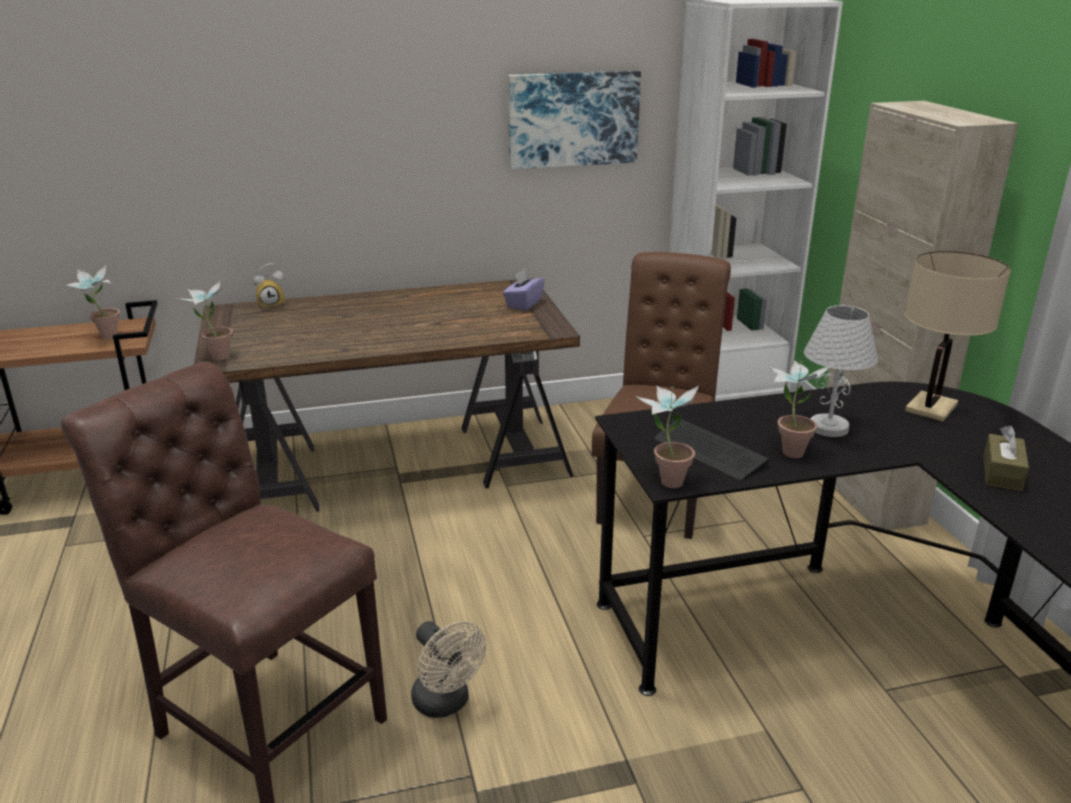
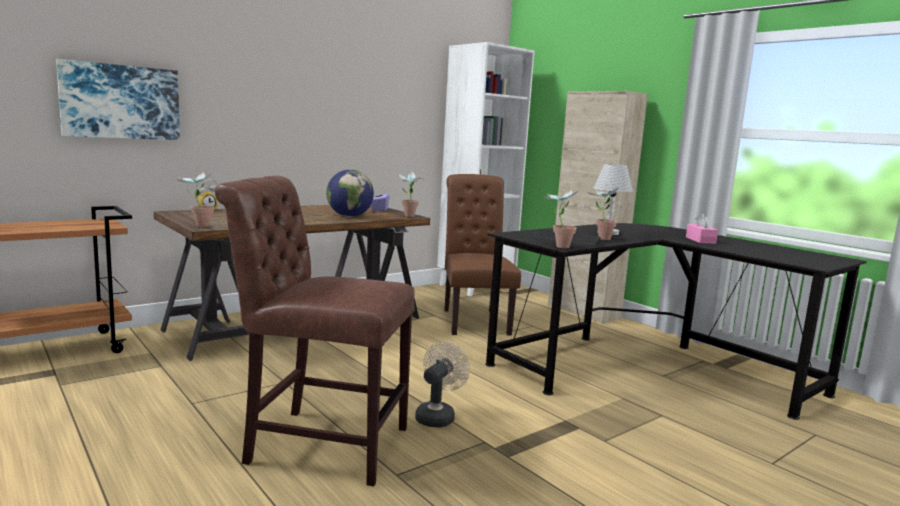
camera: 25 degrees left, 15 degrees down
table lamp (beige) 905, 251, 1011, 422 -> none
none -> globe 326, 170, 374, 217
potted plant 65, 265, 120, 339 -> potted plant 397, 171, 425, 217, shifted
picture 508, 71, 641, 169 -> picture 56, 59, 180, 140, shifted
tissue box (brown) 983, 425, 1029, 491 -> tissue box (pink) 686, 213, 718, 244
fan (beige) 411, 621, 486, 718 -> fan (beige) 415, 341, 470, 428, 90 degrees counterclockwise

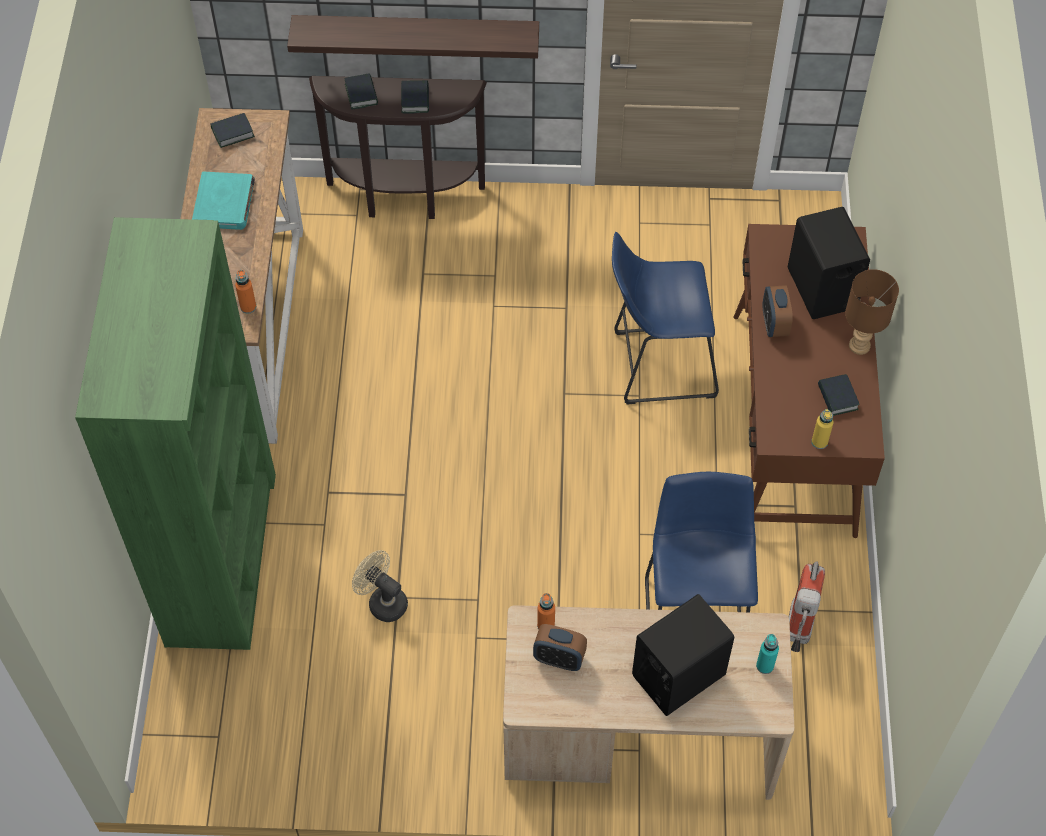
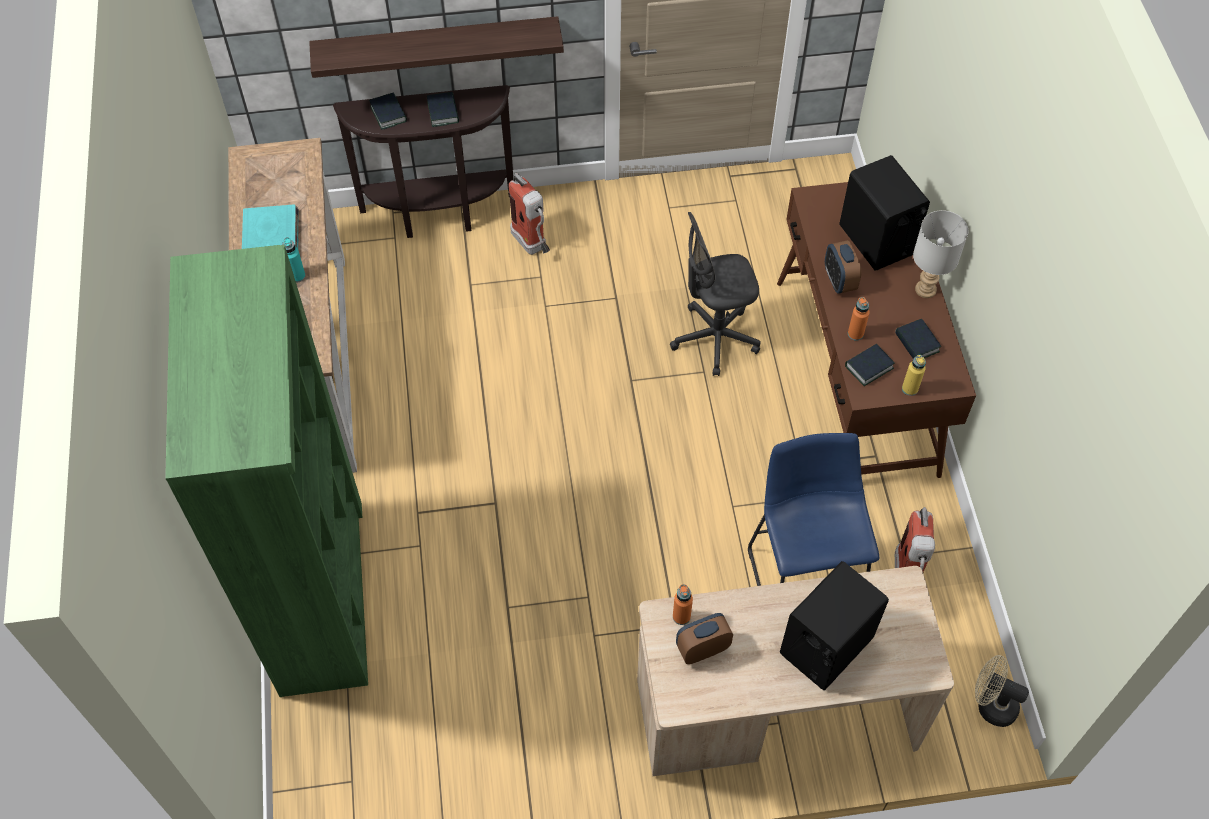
camera: 10 degrees left, 0 degrees up
none -> fire extinguisher 509, 173, 550, 255
book 210, 113, 255, 148 -> book 845, 344, 894, 386, shifted
bottle (orange) 235, 270, 256, 314 -> bottle (orange) 848, 297, 870, 341, shifted
fan (beige) 352, 550, 408, 622 -> fan (beige) 975, 655, 1029, 727, shifted
bottle (turquoise) 756, 634, 779, 674 -> bottle (turquoise) 282, 237, 305, 283, shifted
stool (blue) 612, 232, 719, 405 -> office chair (grey) 670, 212, 761, 376
table lamp (brown) 845, 269, 899, 355 -> table lamp (grey) 913, 210, 968, 298
alarm clock 533, 624, 587, 671 -> alarm clock 676, 613, 733, 664, 150 degrees clockwise

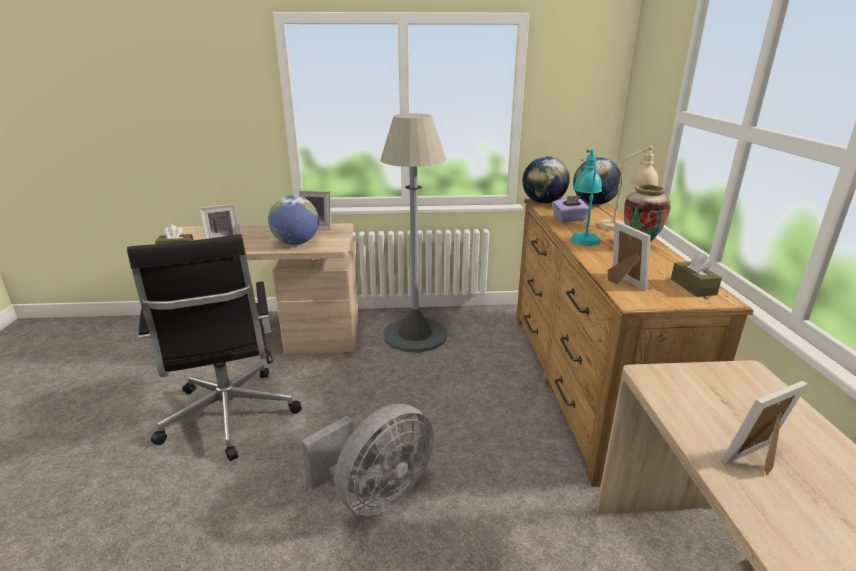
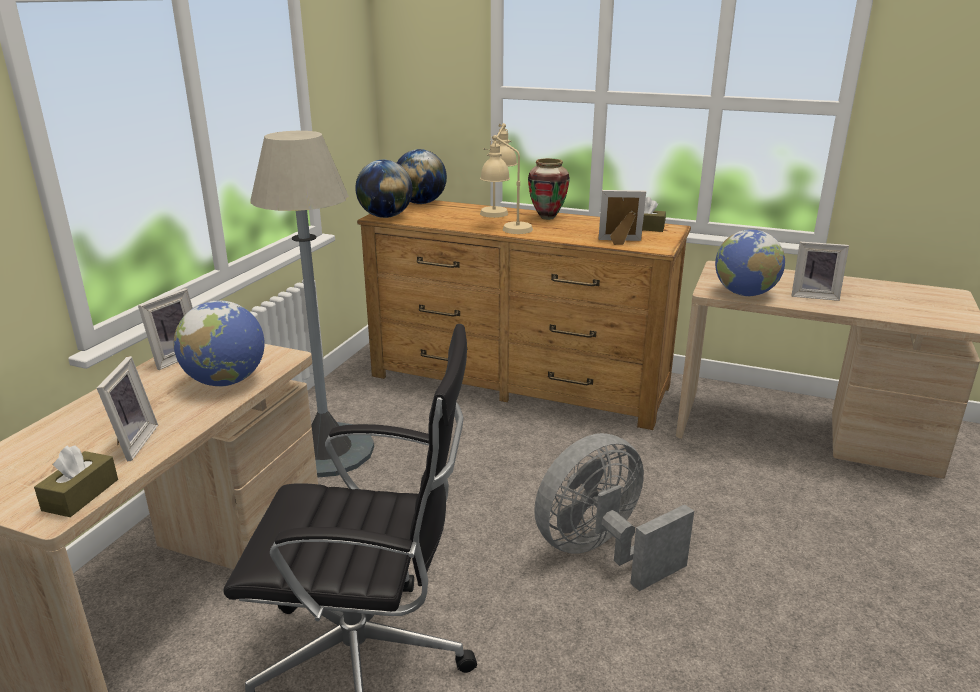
camera: 65 degrees left, 0 degrees up
tissue box (purple) 553, 196, 589, 222 -> none
none -> globe 715, 230, 785, 296
table lamp (turquoise) 571, 149, 602, 246 -> table lamp (beige) 480, 135, 533, 234
fan (grey) 301, 404, 433, 516 -> fan (grey) 534, 433, 694, 591, 105 degrees counterclockwise
picture frame 722, 381, 808, 475 -> picture frame 791, 242, 849, 301, 75 degrees counterclockwise

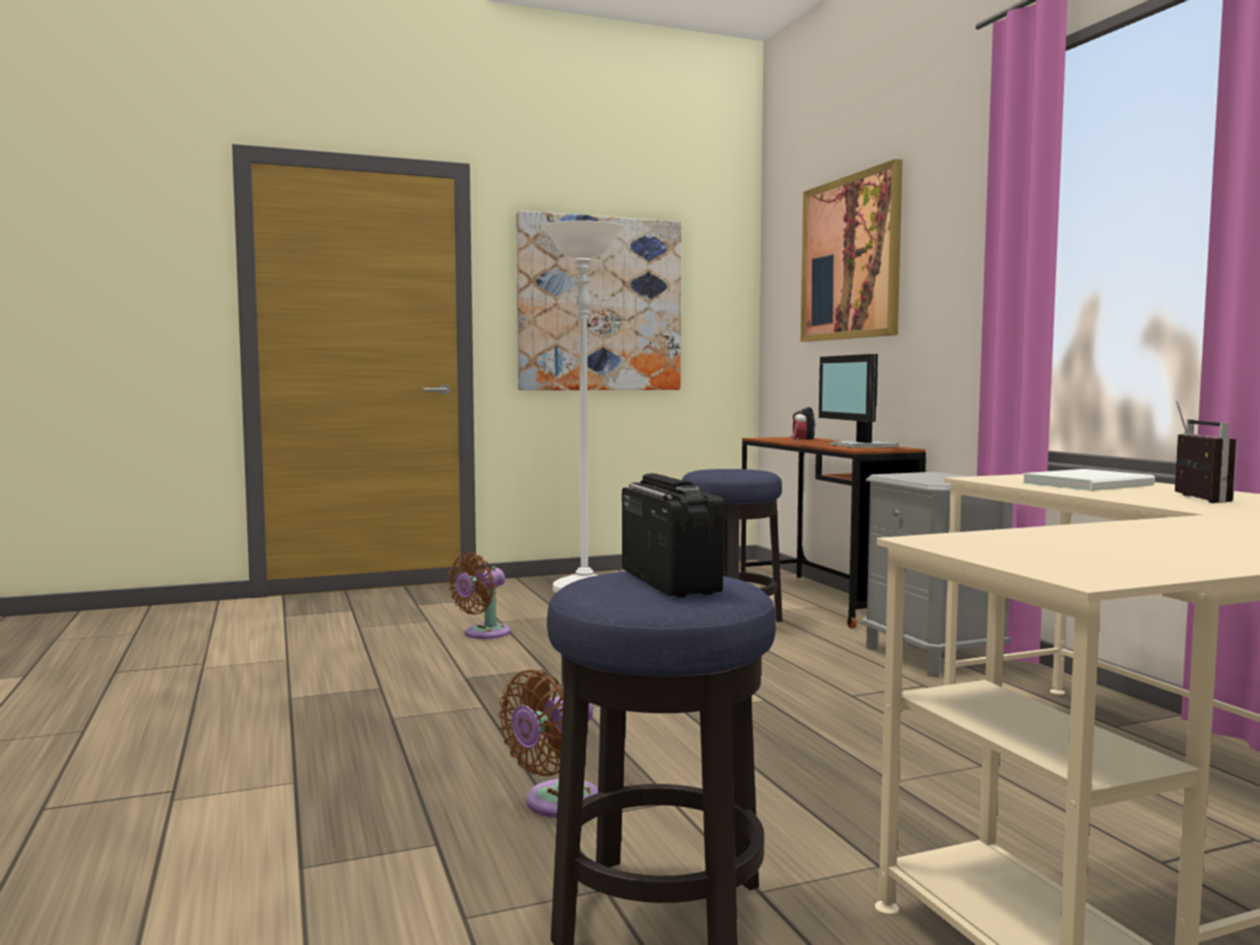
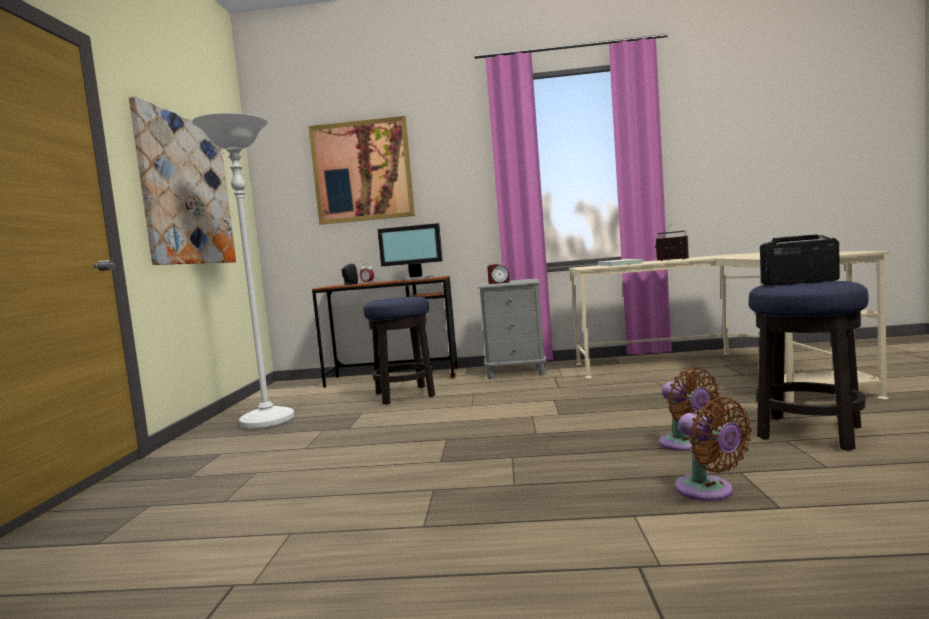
camera: 65 degrees left, 0 degrees up
none -> alarm clock 487, 264, 510, 284
fan (brown) 448, 552, 511, 639 -> fan (brown) 675, 397, 752, 501, shifted

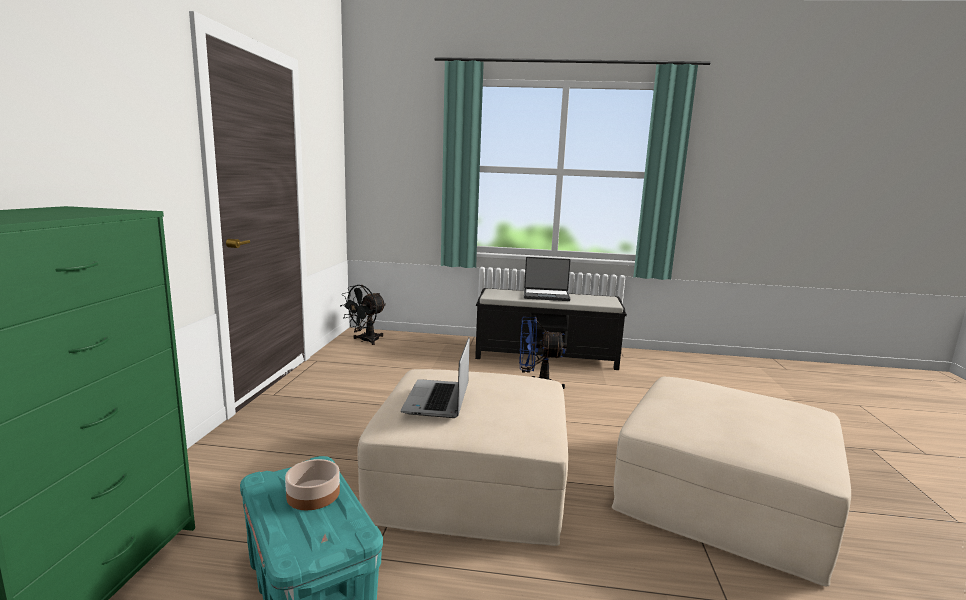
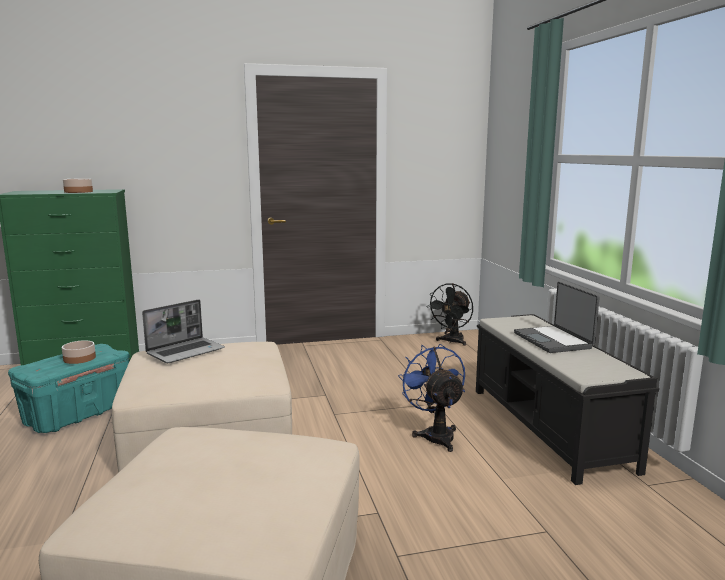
camera: 70 degrees right, 0 degrees up
none -> bowl 63, 178, 93, 193
fan (black) 340, 285, 386, 345 -> fan (black) 426, 283, 473, 346, 75 degrees counterclockwise
laptop 401, 337, 470, 418 -> laptop 142, 299, 225, 363, 150 degrees clockwise

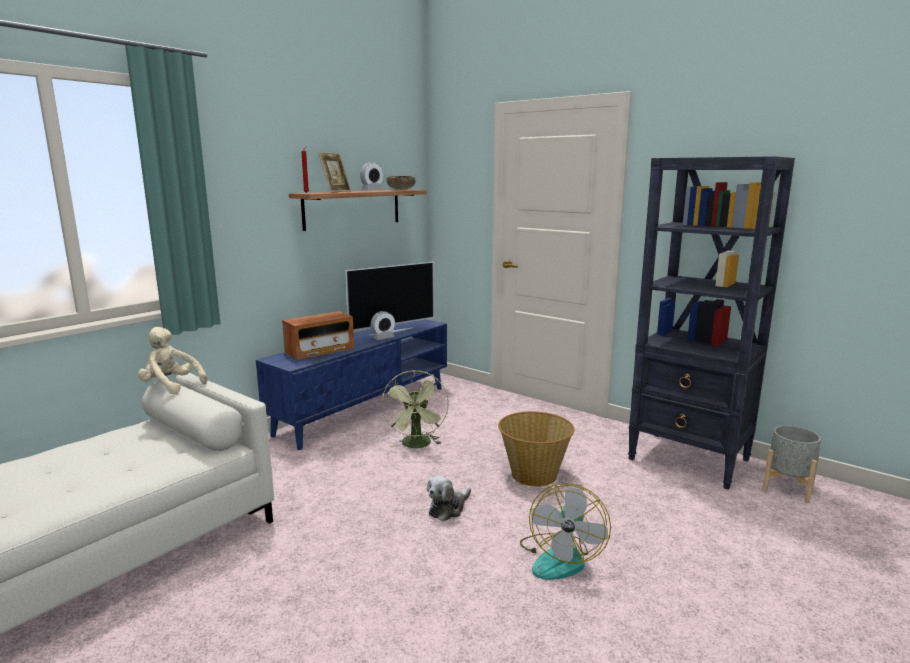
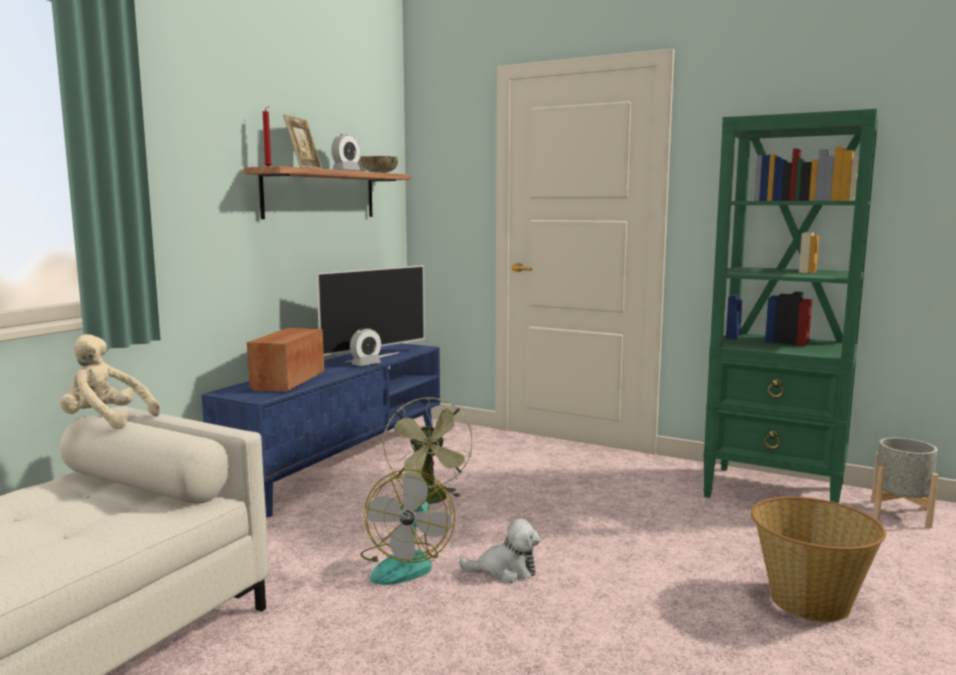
camera: 10 degrees left, 5 degrees down
basket 498, 411, 575, 487 -> basket 751, 497, 886, 622, shifted
fan 520, 483, 611, 580 -> fan 360, 469, 455, 585, shifted
bookcase (black) 628, 156, 795, 490 -> bookcase (green) 703, 109, 878, 503
radio 282, 311, 354, 360 -> radio 247, 328, 324, 392, 150 degrees clockwise
plush toy 427, 476, 471, 521 -> plush toy 459, 518, 541, 583, 120 degrees counterclockwise

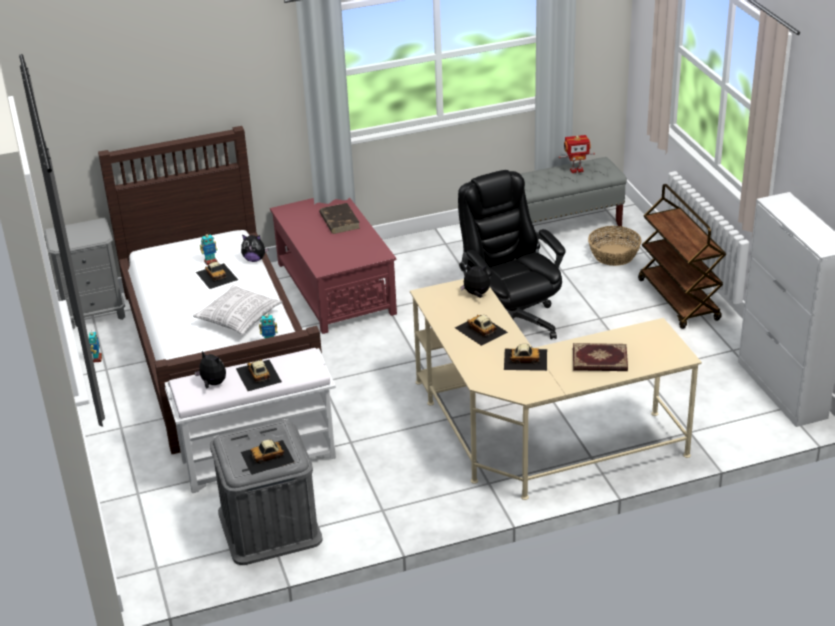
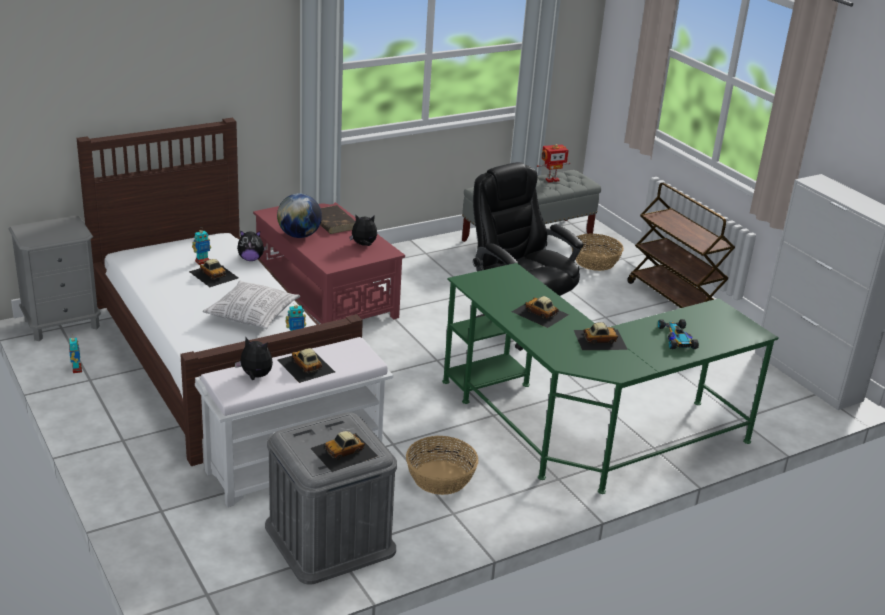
camera: 15 degrees left, 5 degrees down
none -> globe 277, 193, 322, 238
none -> basket 406, 436, 478, 495
plush toy 460, 265, 490, 298 -> plush toy 350, 215, 377, 246, shifted
book 573, 343, 628, 371 -> toy car 658, 319, 699, 349
desk (beige) 410, 279, 702, 500 -> desk (green) 442, 263, 779, 494

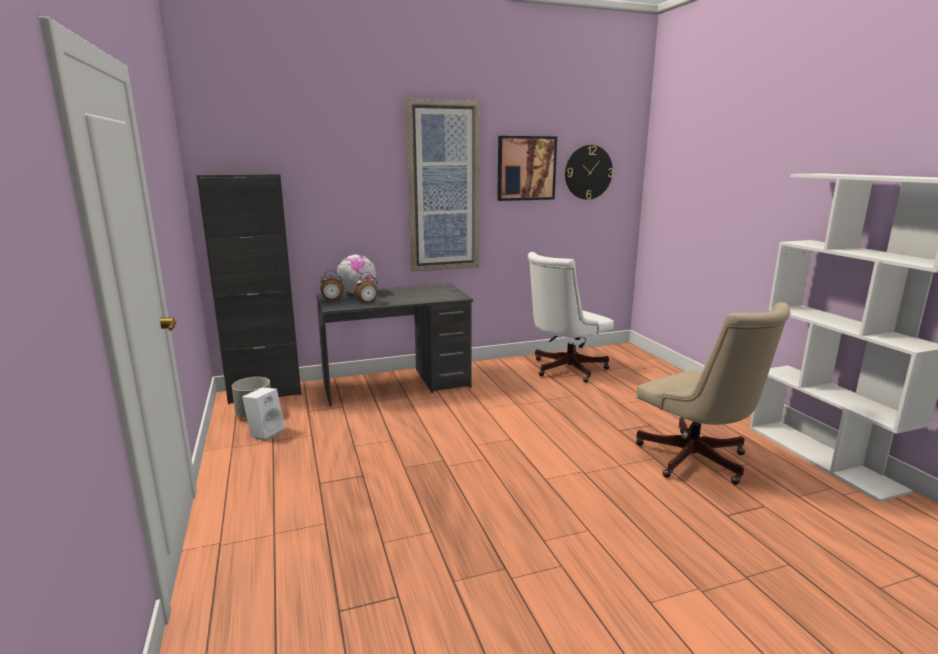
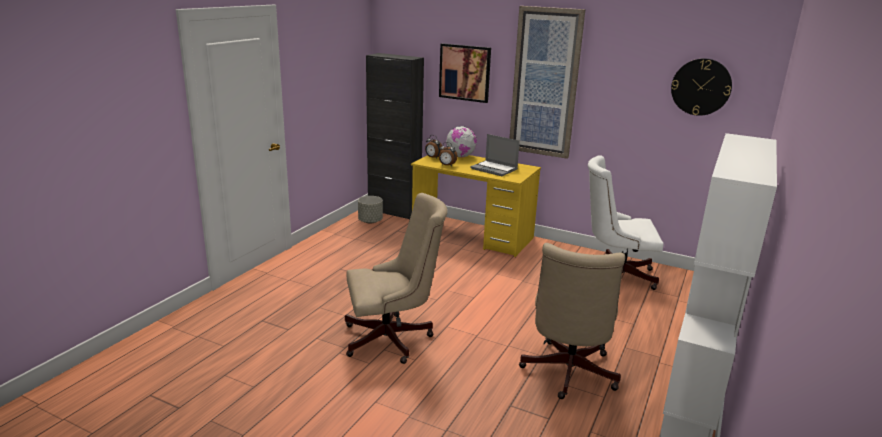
camera: 45 degrees right, 5 degrees up
speaker (white) 242, 387, 285, 441 -> none
none -> office chair (beige) 345, 193, 447, 364
none -> laptop 470, 134, 520, 176
picture 497, 136, 557, 201 -> picture 439, 43, 491, 103, shifted
desk (grey) 316, 284, 473, 407 -> desk (yellow) 411, 155, 541, 257

